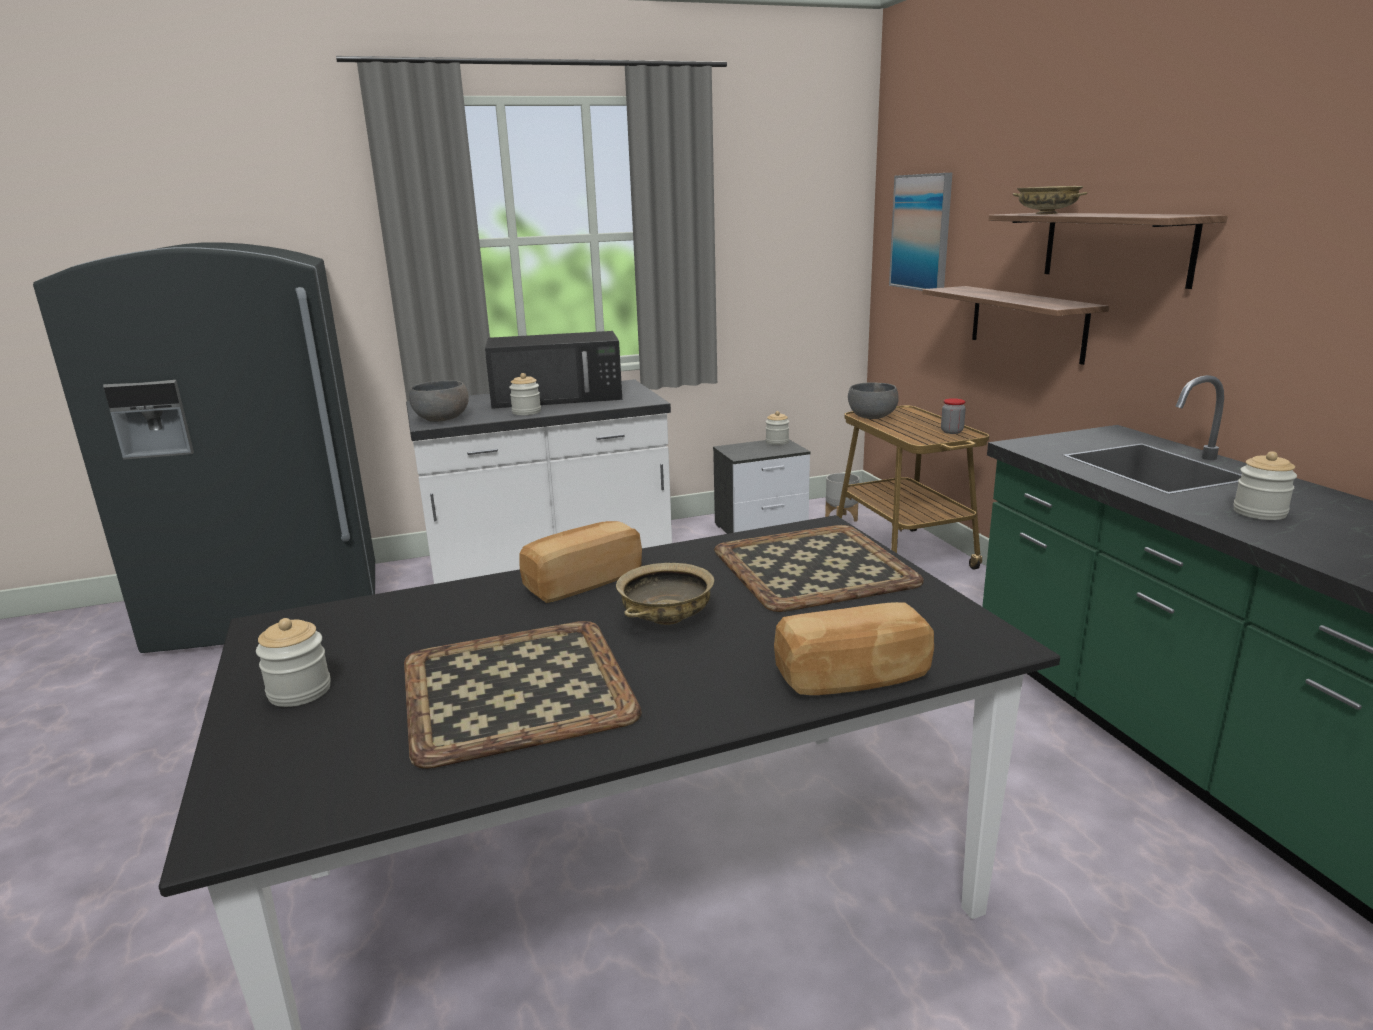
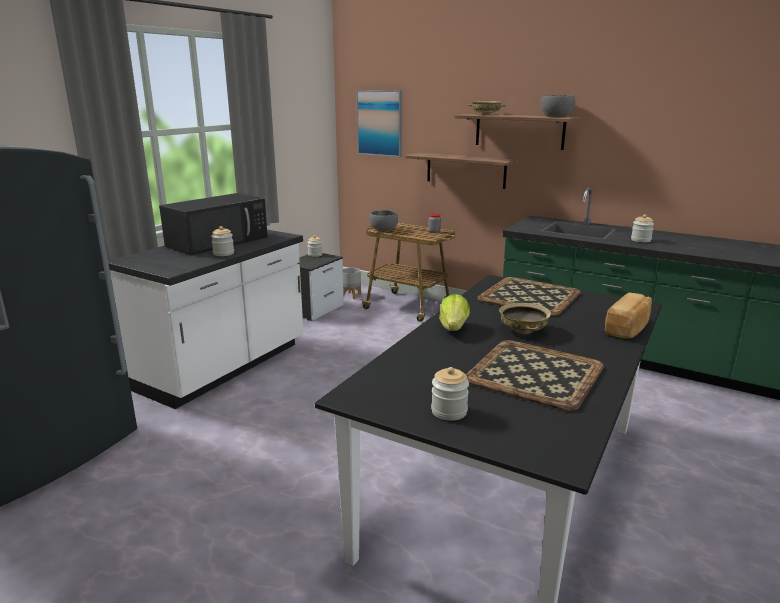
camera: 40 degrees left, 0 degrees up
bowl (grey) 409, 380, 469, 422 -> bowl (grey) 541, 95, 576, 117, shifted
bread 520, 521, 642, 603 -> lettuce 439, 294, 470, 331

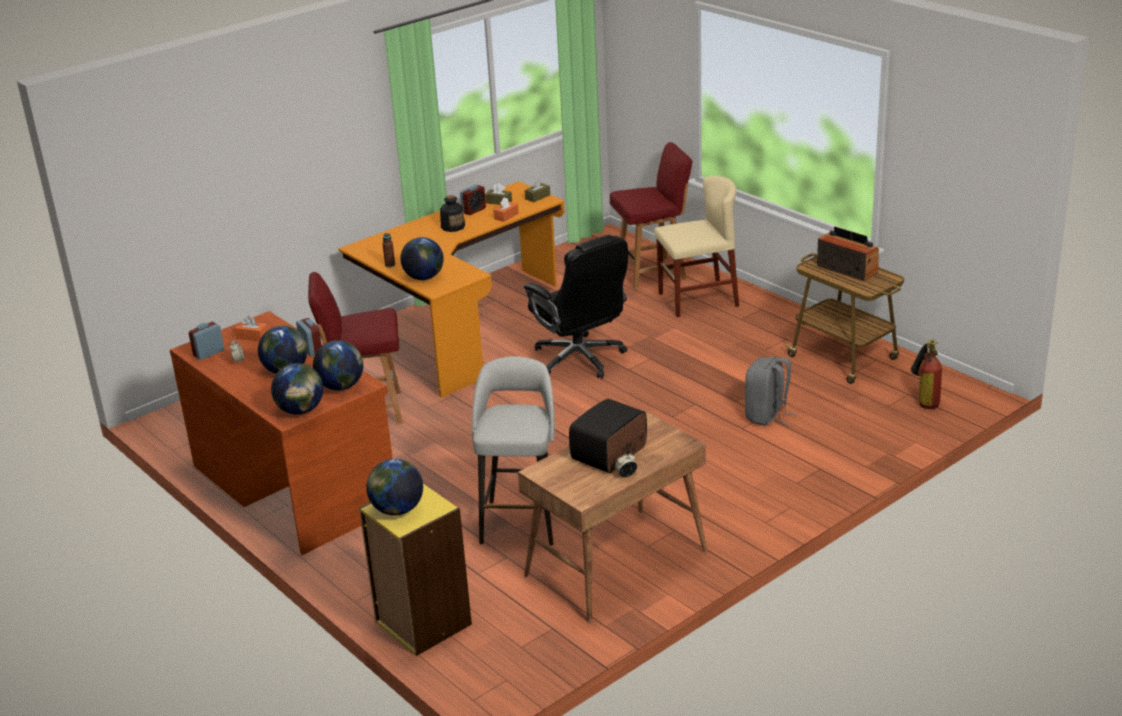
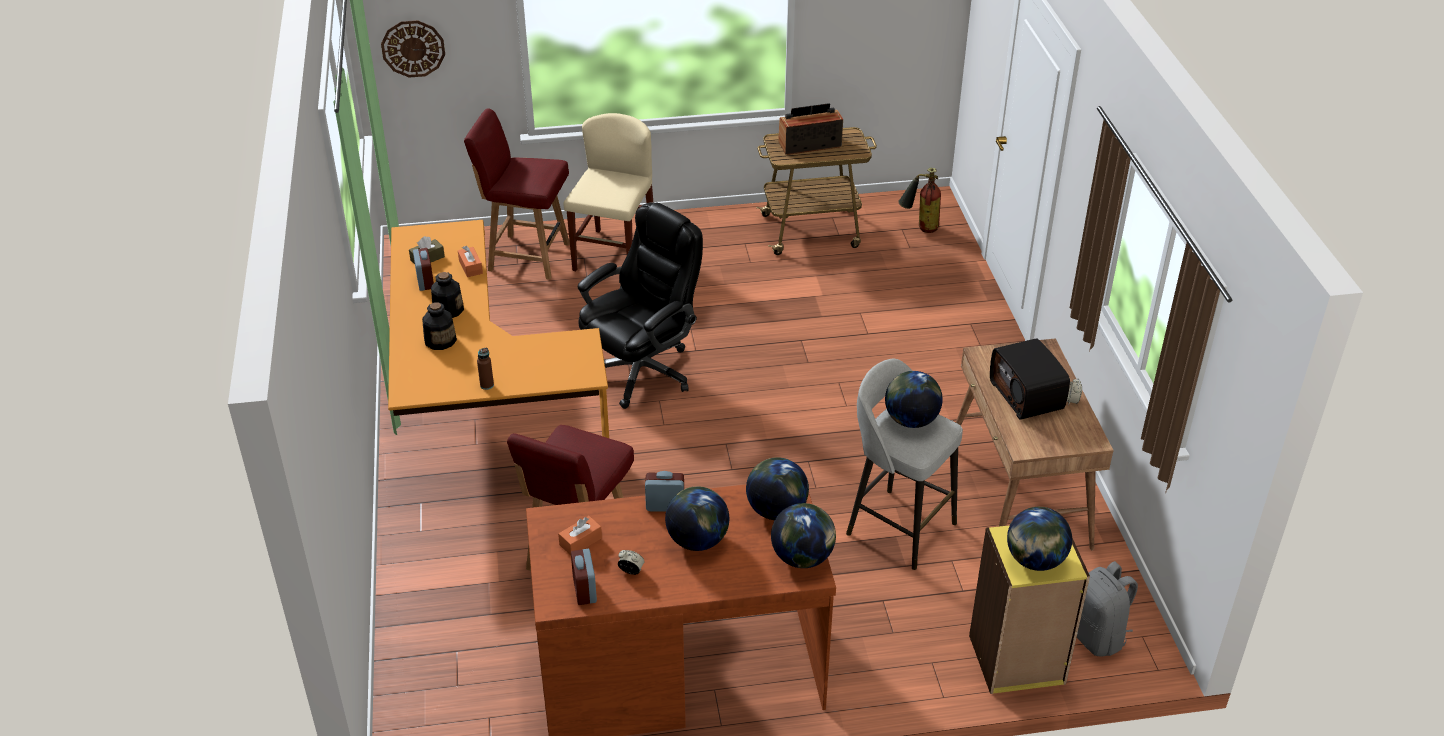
camera: 60 degrees left, 10 degrees up
tissue box (brown) 525, 179, 550, 202 -> none
none -> wall clock 381, 20, 445, 78
none -> bottle 422, 302, 457, 350
globe 400, 237, 444, 280 -> globe 885, 371, 943, 428, shifted
backpack (grey) 745, 356, 797, 426 -> backpack (grey) 1077, 561, 1138, 657, shifted
office chair (black) 524, 235, 628, 378 -> office chair (black) 578, 202, 703, 409, 45 degrees counterclockwise
chair (red) 610, 142, 692, 290 -> chair (red) 464, 108, 570, 280, 90 degrees counterclockwise

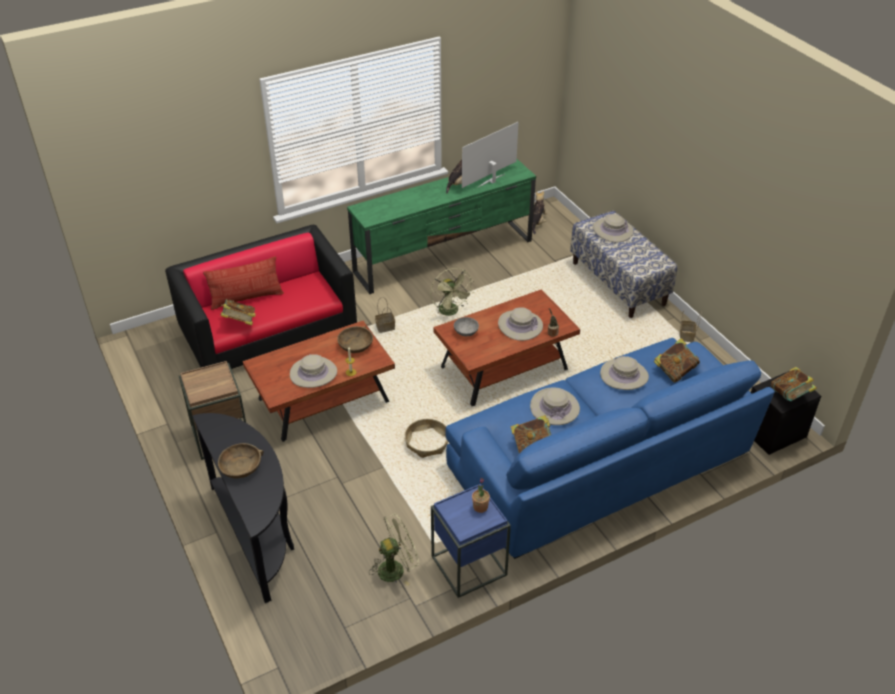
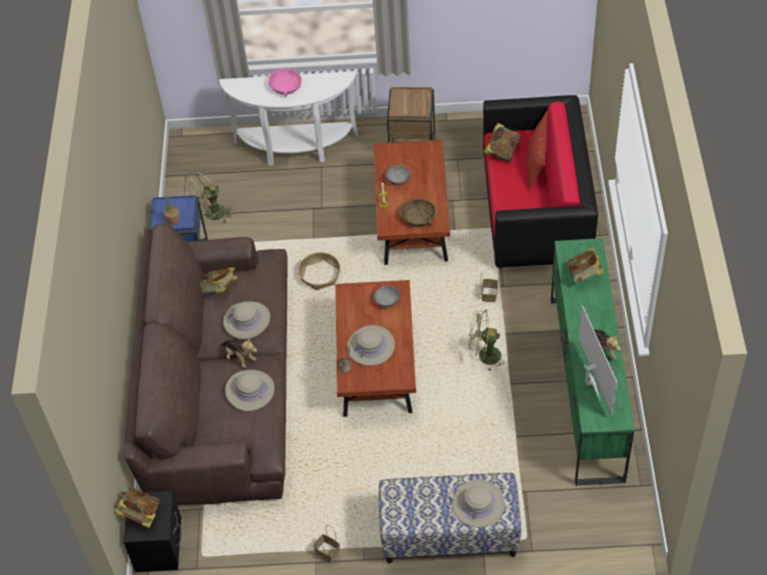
camera: 120 degrees right, 10 degrees up
plush toy 532, 191, 547, 234 -> plush toy 220, 338, 257, 368, shifted
book 654, 338, 700, 382 -> book 567, 247, 604, 283, shifted
hat (beige) 290, 354, 337, 388 -> bowl (grey) 386, 165, 410, 185
console table (black) 192, 413, 294, 603 -> console table (white) 219, 71, 358, 166
bowl (brown) 218, 443, 264, 478 -> bowl (pink) 268, 69, 302, 97
sofa (blue) 445, 338, 775, 559 -> sofa (brown) 124, 222, 288, 505
fan (green) 369, 514, 419, 586 -> fan (green) 186, 173, 232, 223, 45 degrees clockwise

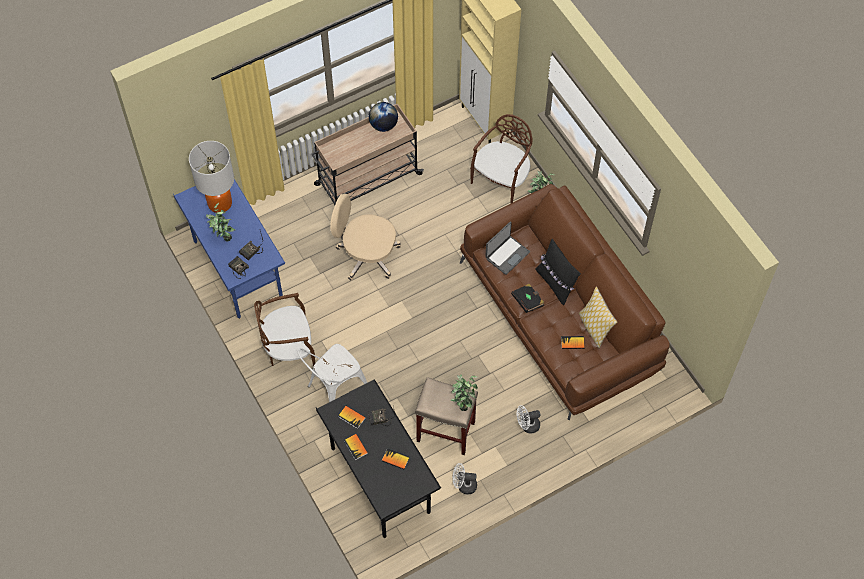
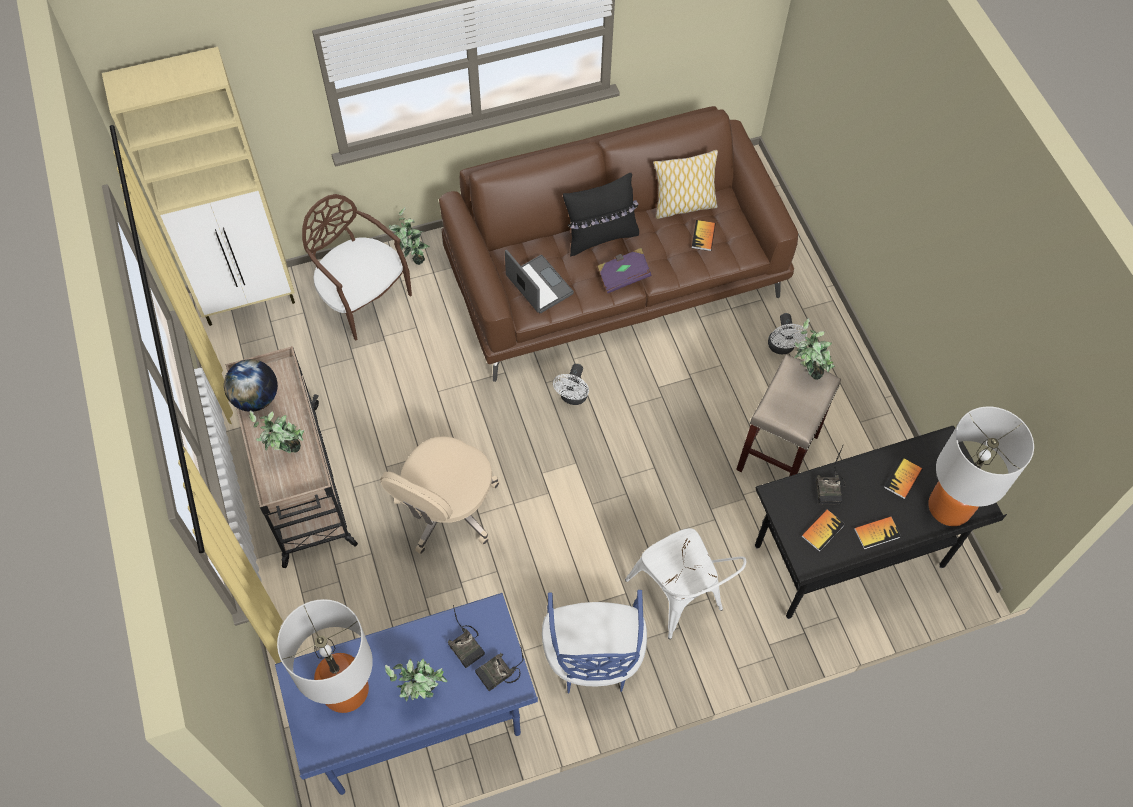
camera: 80 degrees left, 0 degrees up
none -> potted plant 249, 411, 304, 453
none -> table lamp 928, 407, 1034, 526
fan (white) 453, 463, 477, 495 -> fan (white) 553, 364, 589, 405, shifted
chair (brown) 254, 293, 315, 366 -> chair (blue) 542, 590, 647, 693
book (black) 511, 284, 544, 313 -> book (purple) 597, 248, 652, 293

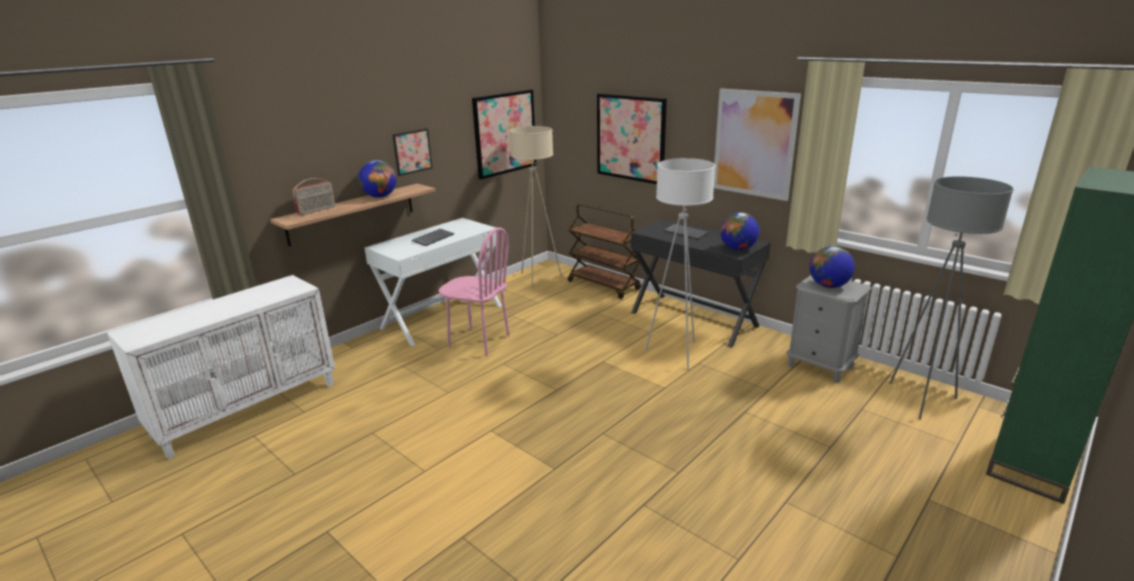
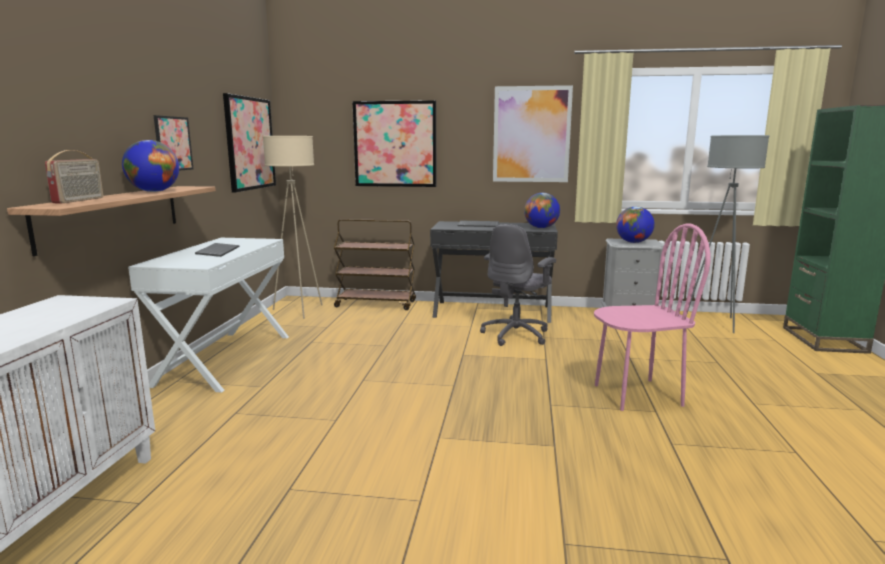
camera: 35 degrees left, 10 degrees down
chair (pink) 439, 227, 510, 356 -> chair (pink) 594, 223, 710, 411, shifted
floor lamp (white) 645, 158, 715, 369 -> office chair (grey) 480, 224, 556, 346

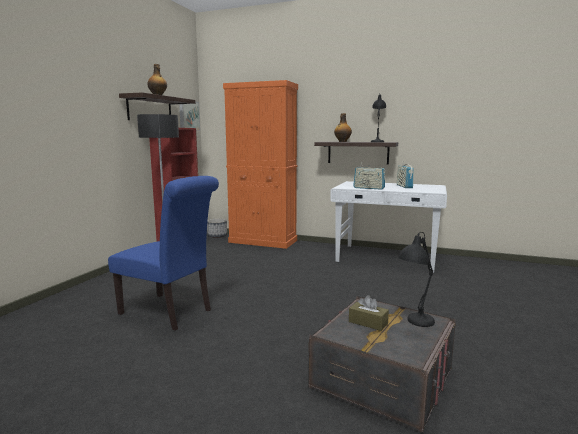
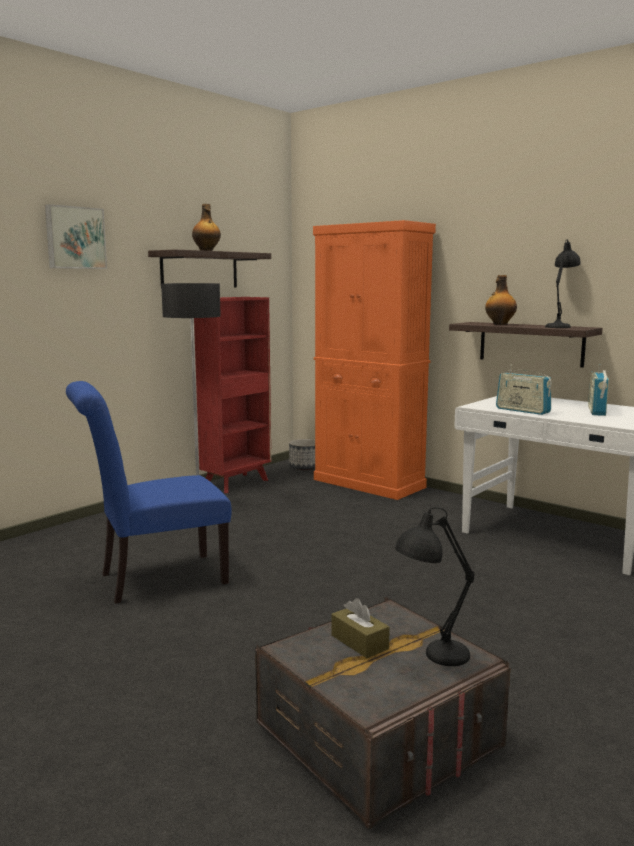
camera: 20 degrees right, 0 degrees up
picture 179, 102, 200, 131 -> picture 45, 204, 107, 269, shifted
chair (blue) 108, 176, 219, 331 -> chair (blue) 66, 381, 232, 604, 105 degrees clockwise

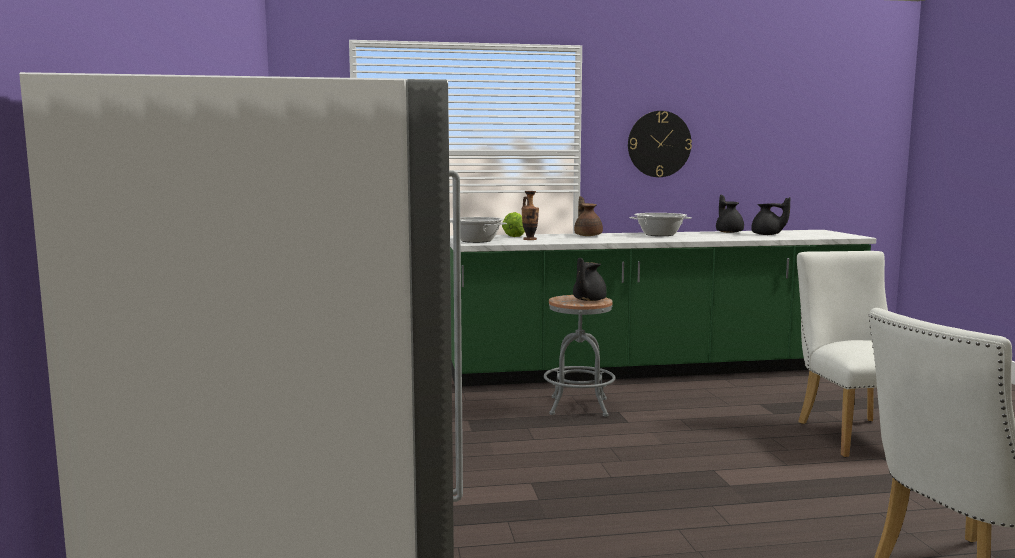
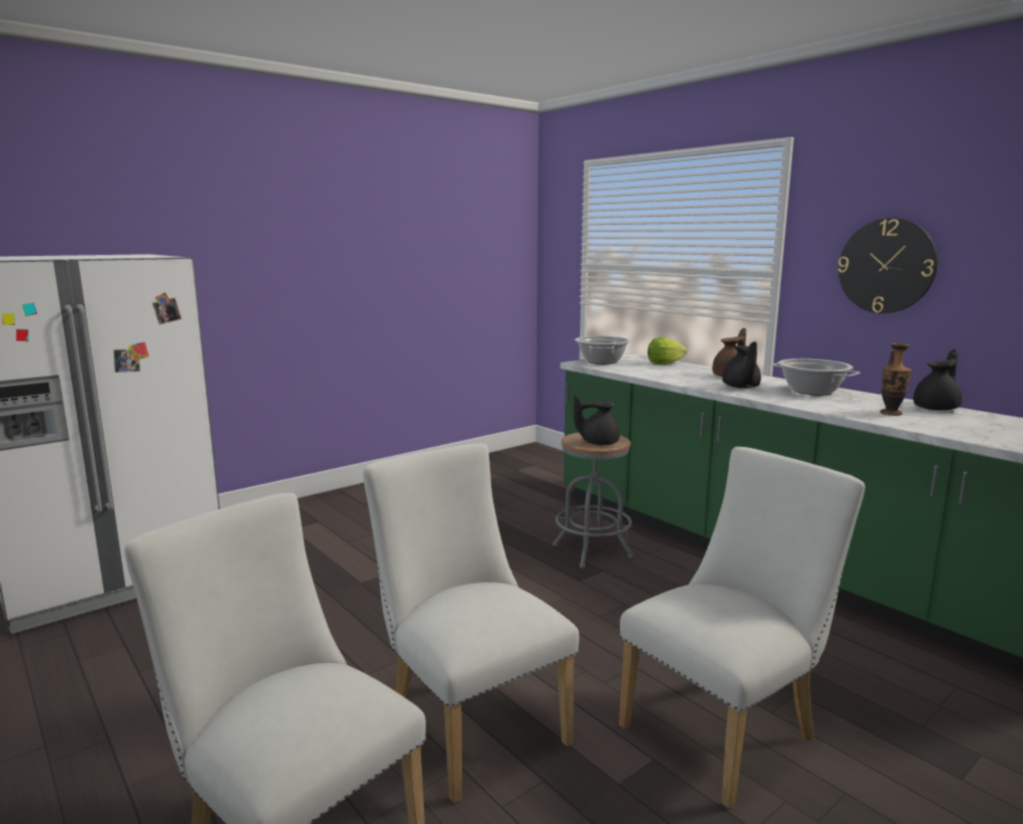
camera: 60 degrees right, 5 degrees up
none -> chair (white) 363, 444, 579, 803
vase 521, 191, 539, 240 -> vase 880, 343, 912, 416, shifted
teapot (black) 751, 197, 791, 235 -> teapot (black) 722, 341, 761, 388, shifted

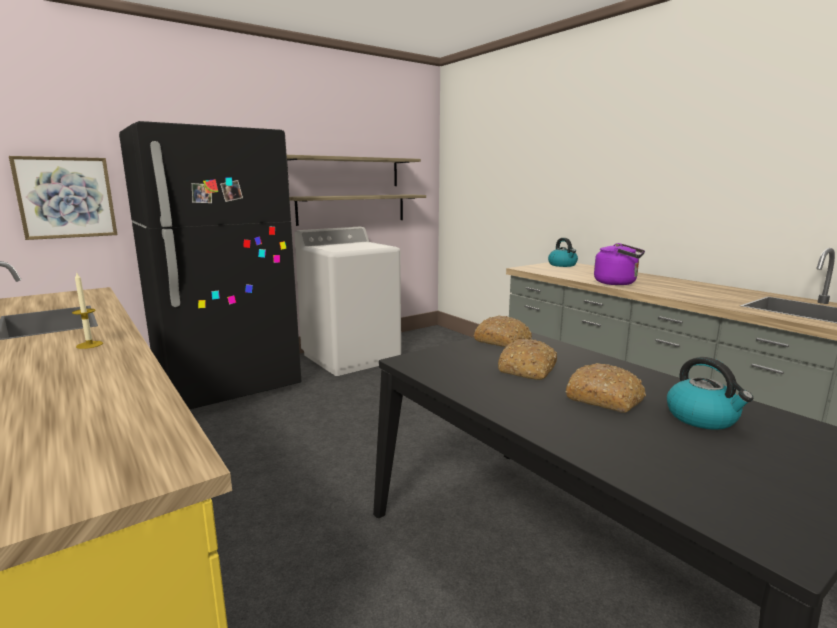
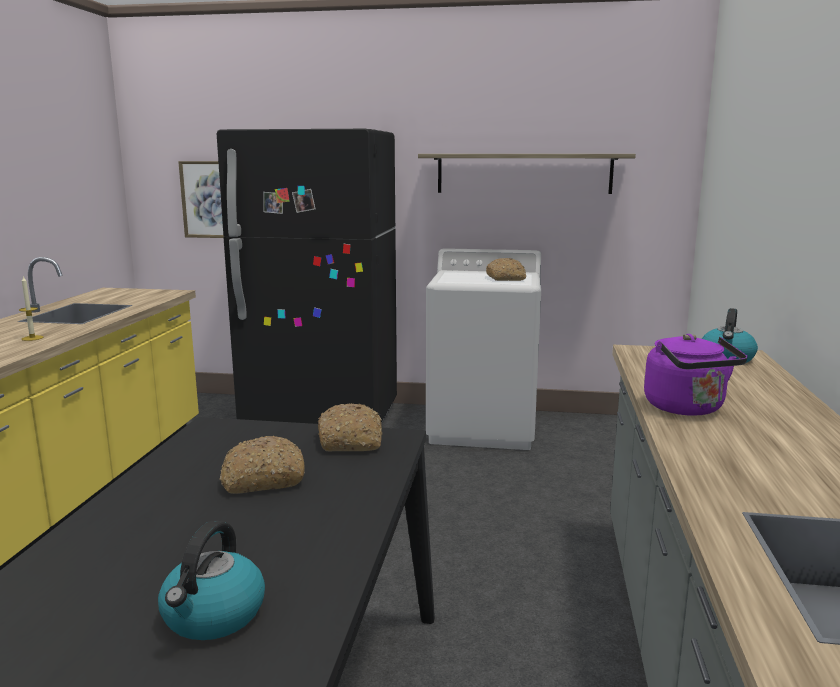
camera: 45 degrees right, 0 degrees up
shelf 289, 194, 426, 226 -> none
bread 565, 363, 646, 413 -> bread 486, 258, 526, 281, shifted

